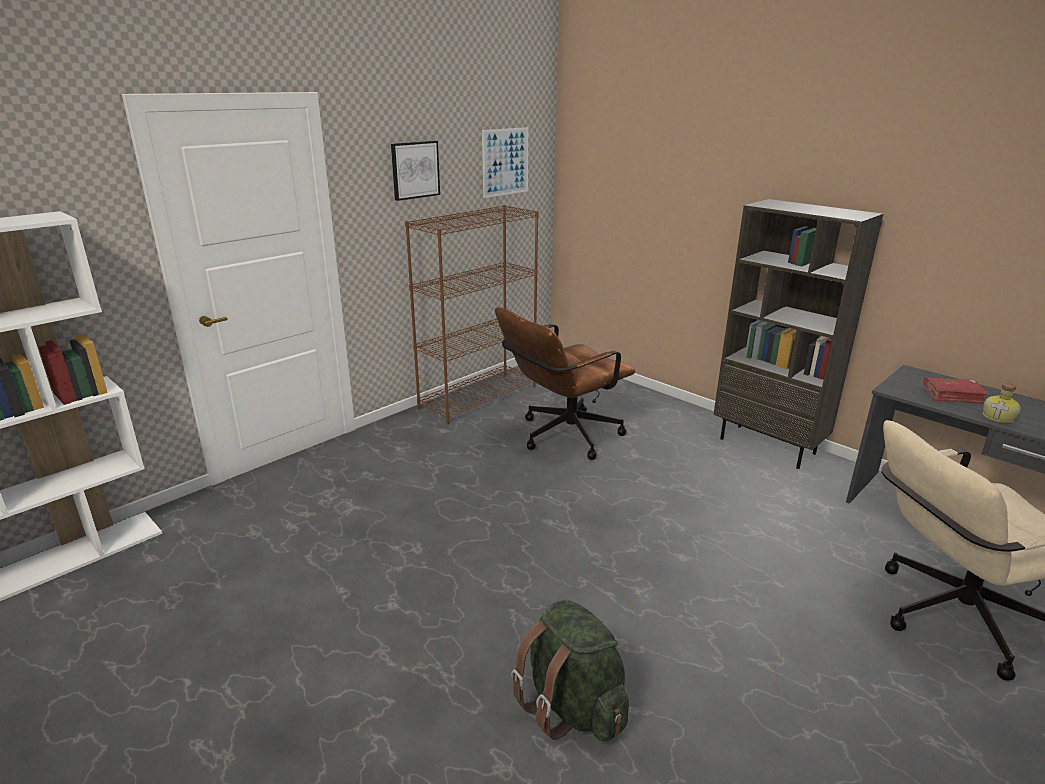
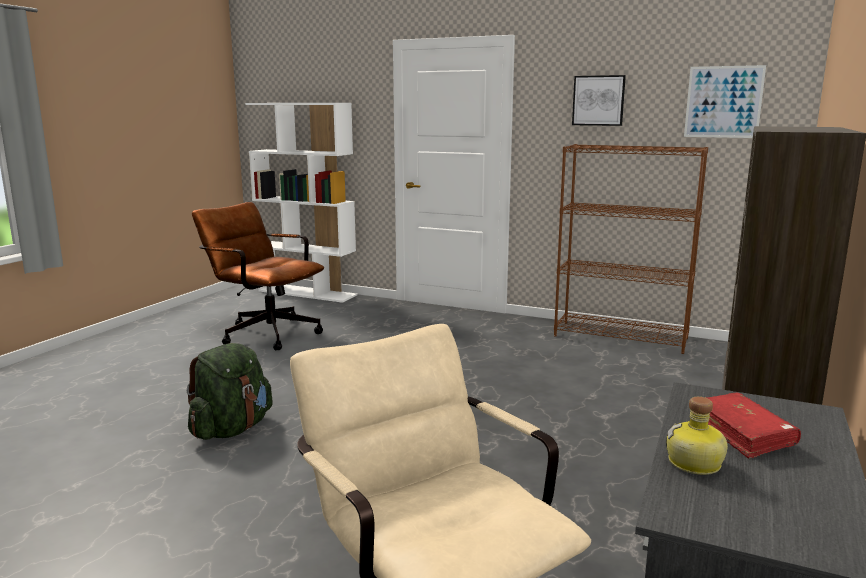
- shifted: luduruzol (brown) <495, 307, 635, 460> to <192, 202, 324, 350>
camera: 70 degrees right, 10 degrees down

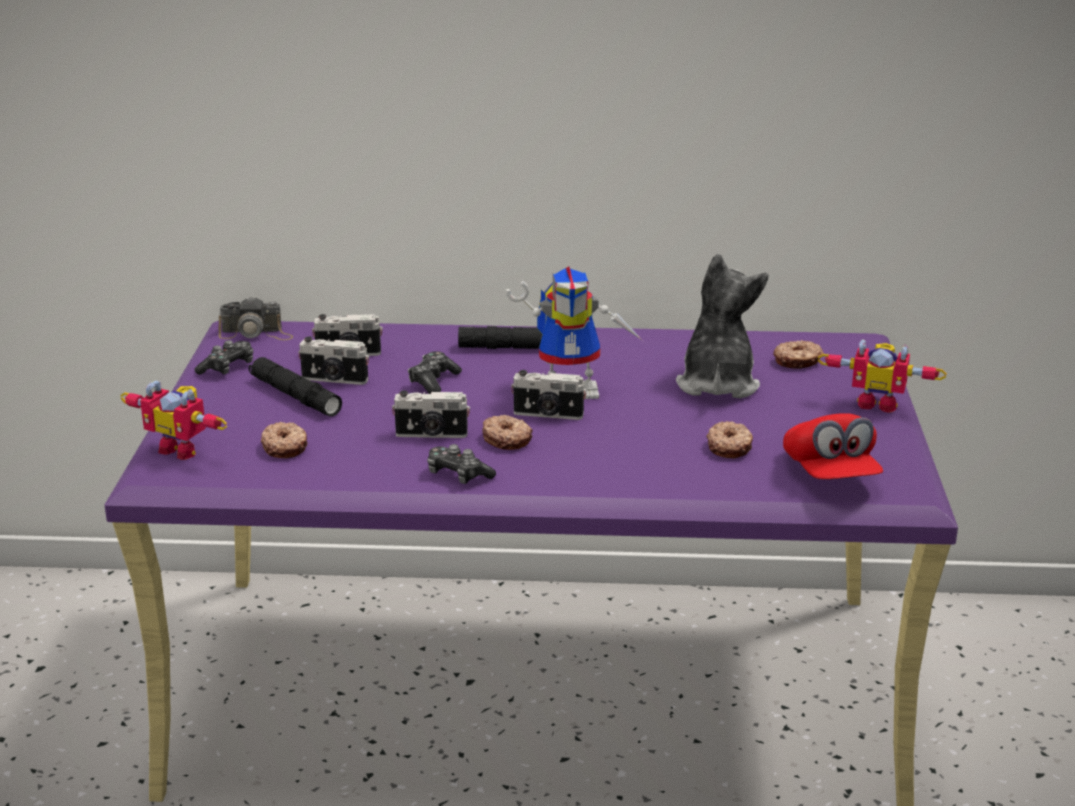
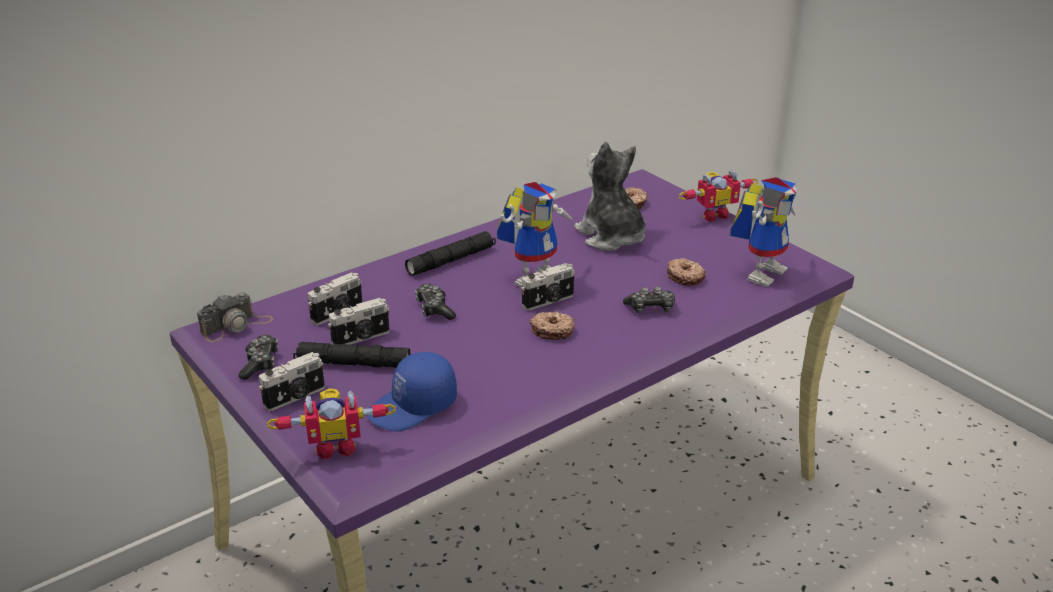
- swapped: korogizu <261, 422, 307, 458> to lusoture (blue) <367, 352, 457, 432>
- shifted: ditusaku <392, 390, 470, 438> to <259, 352, 325, 411>
- shifted: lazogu <427, 444, 496, 484> to <623, 287, 675, 313>
- swapped: lusoture (red) <783, 413, 883, 479> to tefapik <730, 177, 797, 287>
camera: 40 degrees left, 5 degrees up

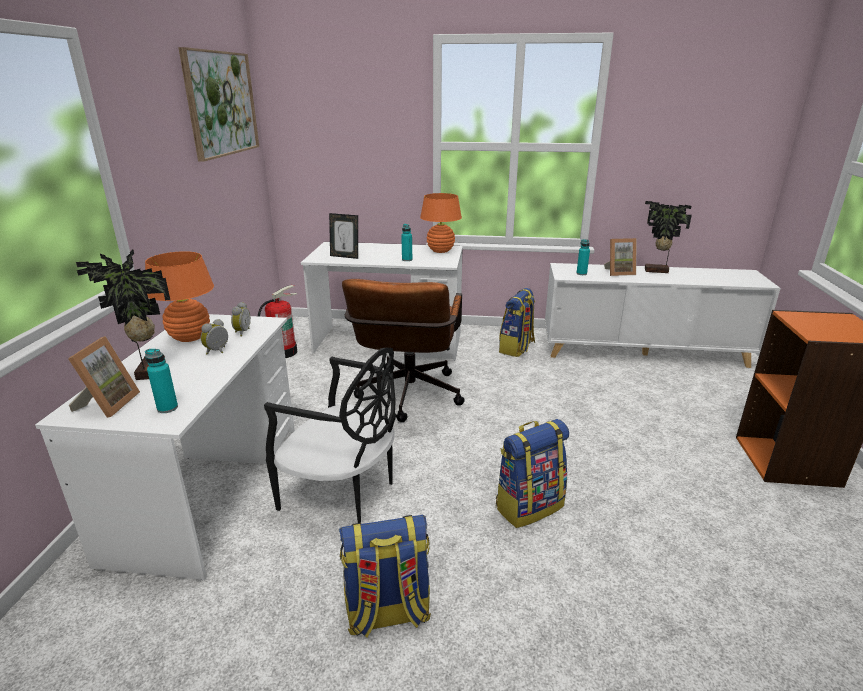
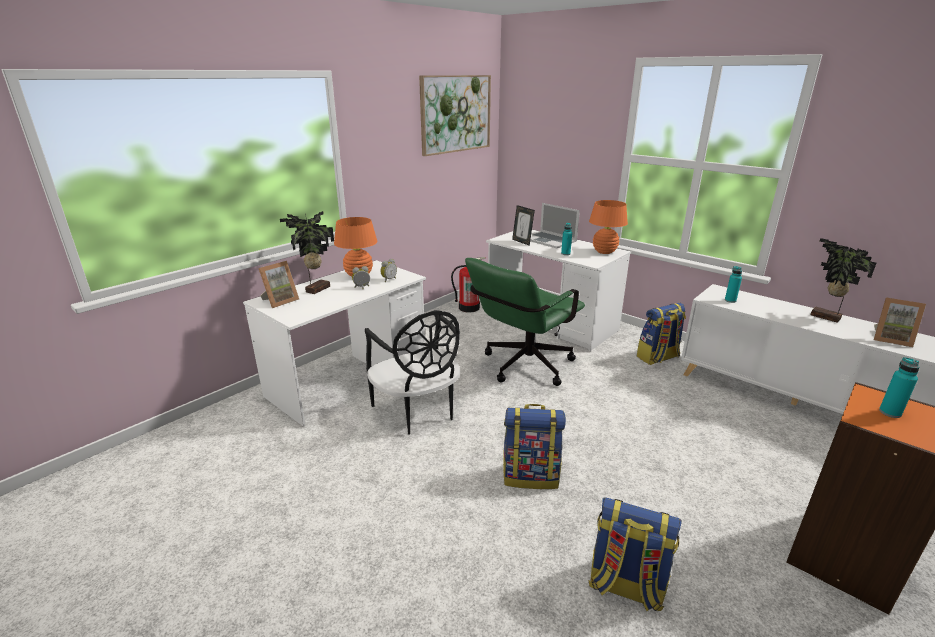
- shifted: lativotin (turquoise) <145, 349, 178, 413> to <879, 357, 919, 418>
- shifted: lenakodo <339, 515, 431, 637> to <589, 497, 682, 611>
- repainted: luduruzol (brown) <342, 279, 465, 422> to luduruzol (green) <465, 258, 585, 386>
- shifted: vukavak <604, 238, 637, 276> to <874, 298, 926, 347>
- new: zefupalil <530, 203, 580, 248>
camera: 35 degrees right, 0 degrees up

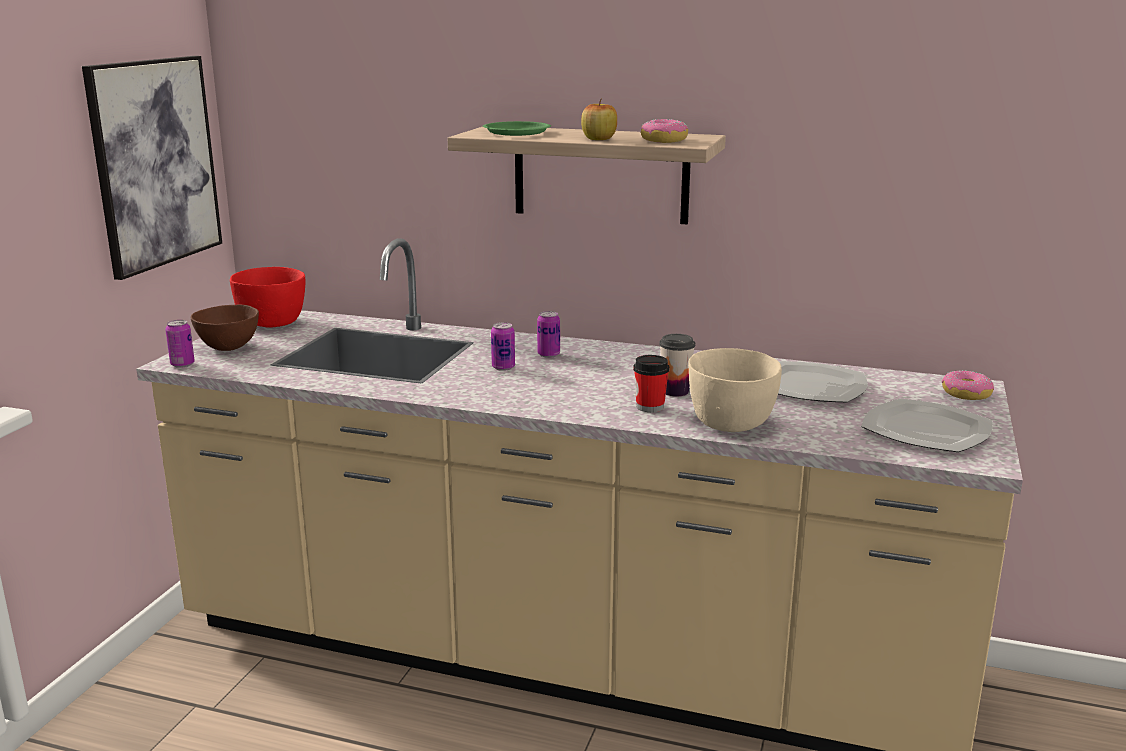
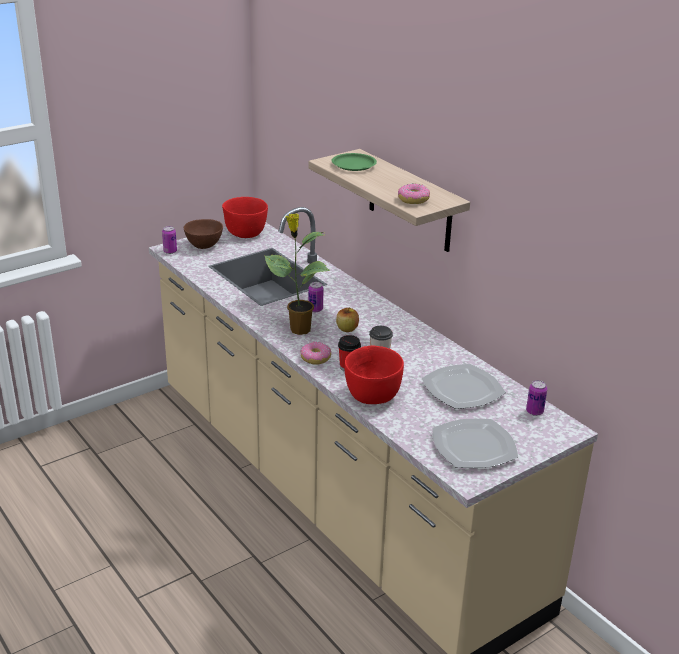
- gone: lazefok <82, 56, 222, 280>
- shifted: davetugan <537, 311, 560, 358> to <526, 380, 547, 416>
- shifted: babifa <581, 99, 617, 140> to <336, 308, 359, 332>
- repainted: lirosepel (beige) <688, 348, 782, 432> to lirosepel (red) <345, 346, 404, 404>
- shifted: korogizu <942, 370, 994, 400> to <301, 341, 331, 365>
- new: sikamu <264, 214, 330, 335>
camera: 35 degrees right, 10 degrees up

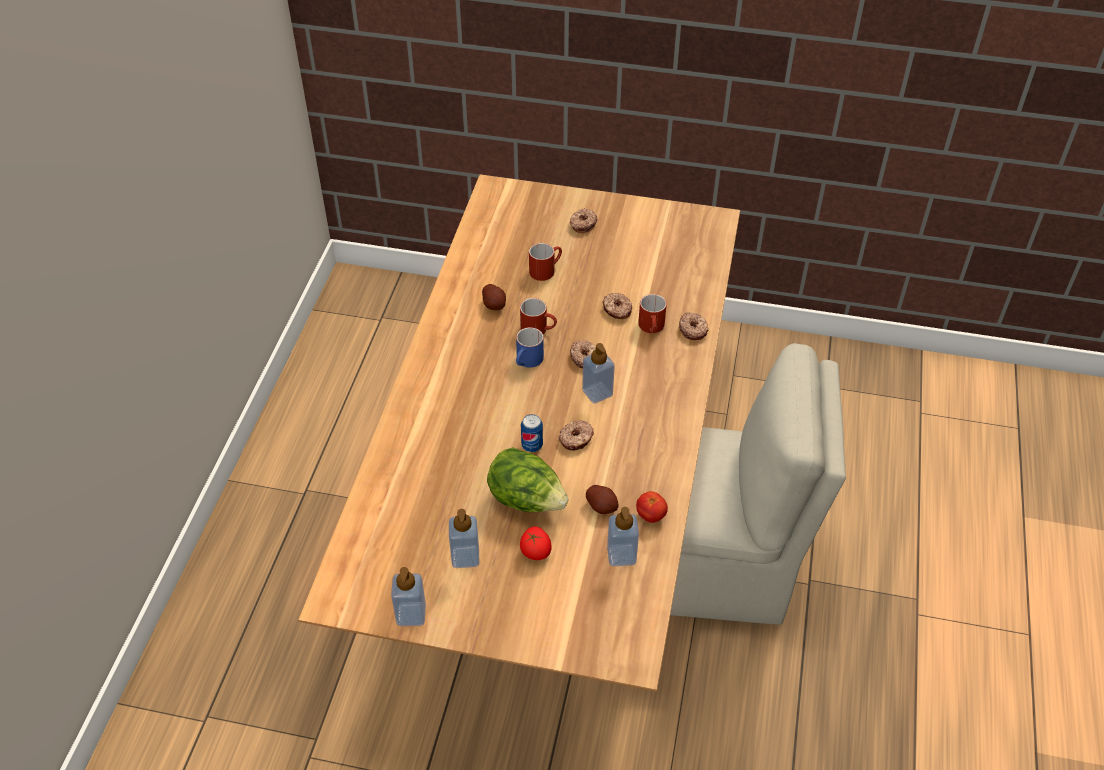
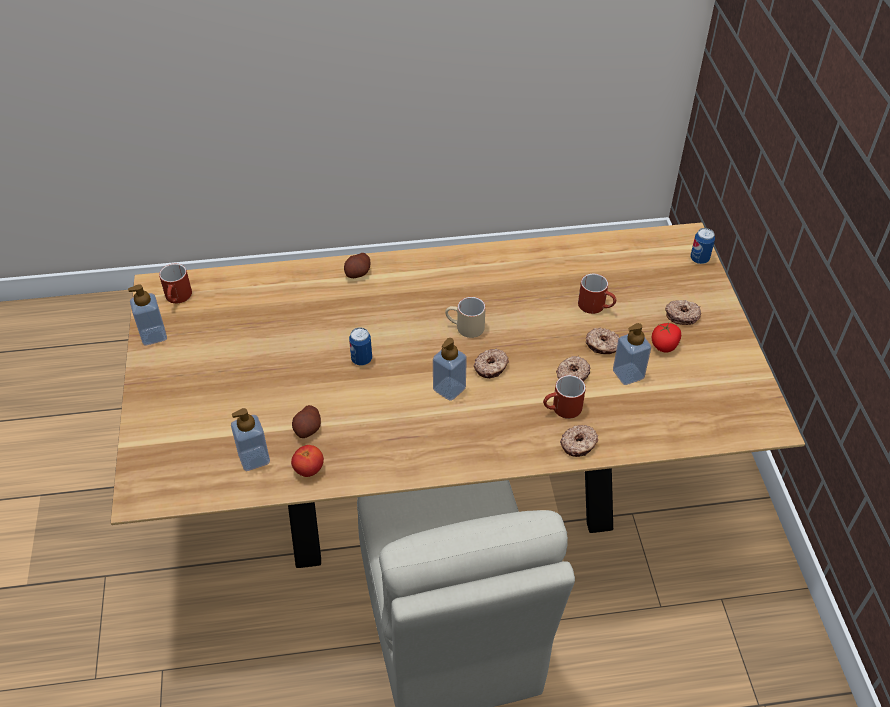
- shifted: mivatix <449, 509, 480, 568> to <613, 323, 651, 385>
- shifted: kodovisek <482, 284, 506, 310> to <344, 253, 370, 278>
- gone: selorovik <487, 447, 569, 512>
- repainted: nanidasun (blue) <516, 327, 544, 368> to nanidasun (beige) <445, 297, 486, 338>
- shifted: nanidasun (red) <520, 298, 557, 334> to <159, 264, 192, 303>
- shifted: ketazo <520, 526, 552, 560> to <652, 323, 681, 352>
- shifted: korogizu <559, 420, 594, 451> to <586, 328, 619, 354>
- new: davetugan <691, 228, 715, 264>
camera: 70 degrees right, 0 degrees up

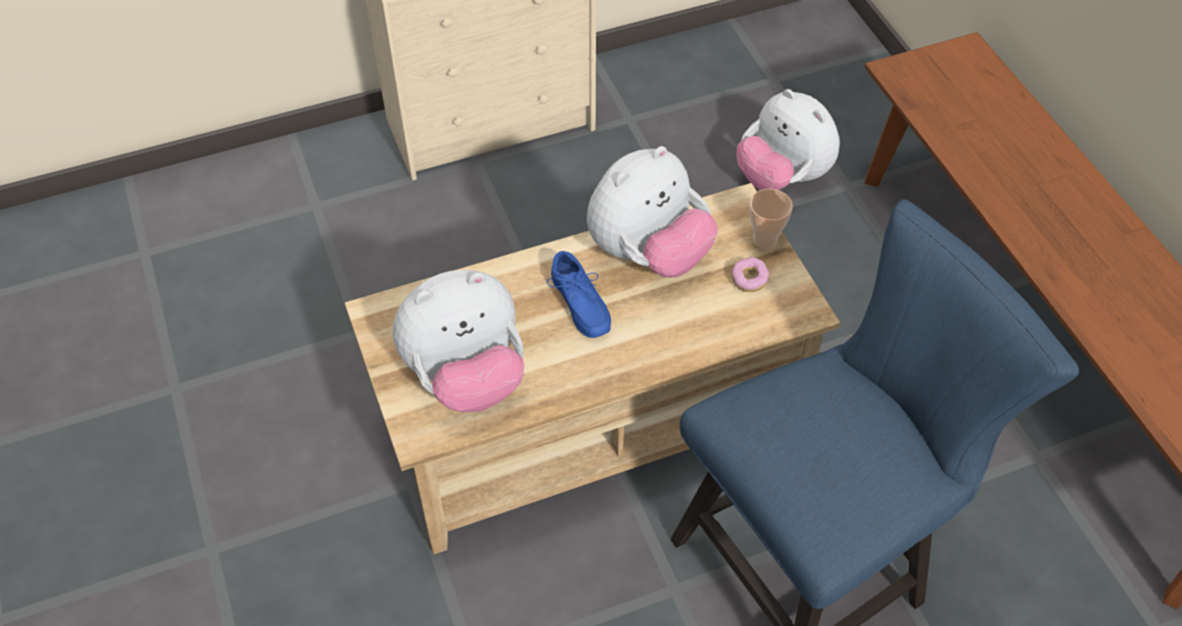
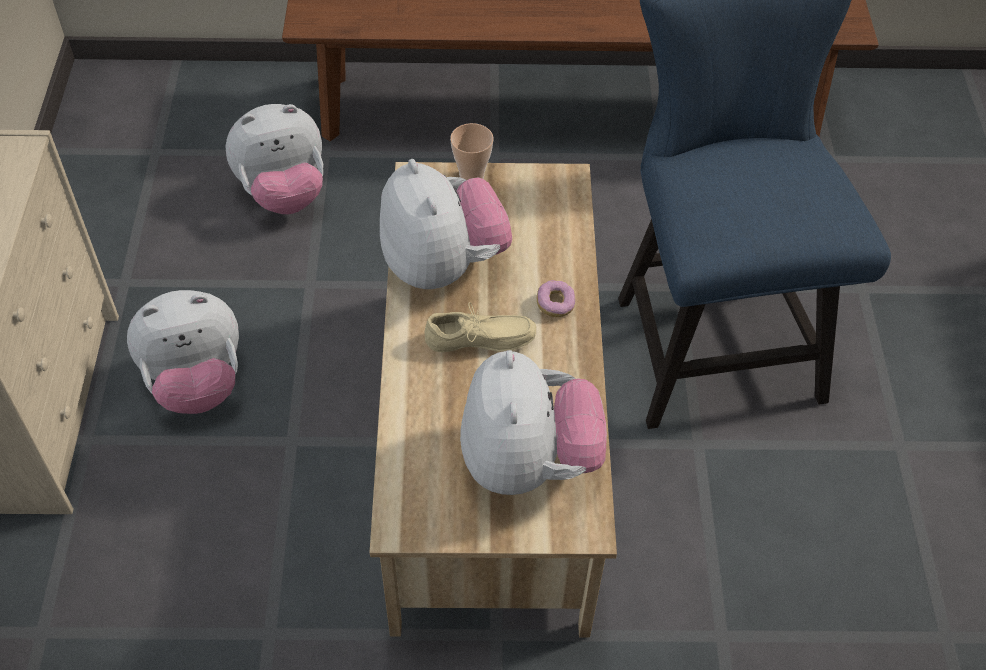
- repainted: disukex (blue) <547, 251, 611, 338> to disukex (beige) <424, 302, 536, 352>
- shifted: korogizu <731, 257, 769, 292> to <536, 280, 576, 317>
- new: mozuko <127, 290, 239, 414>
camera: 70 degrees left, 0 degrees up

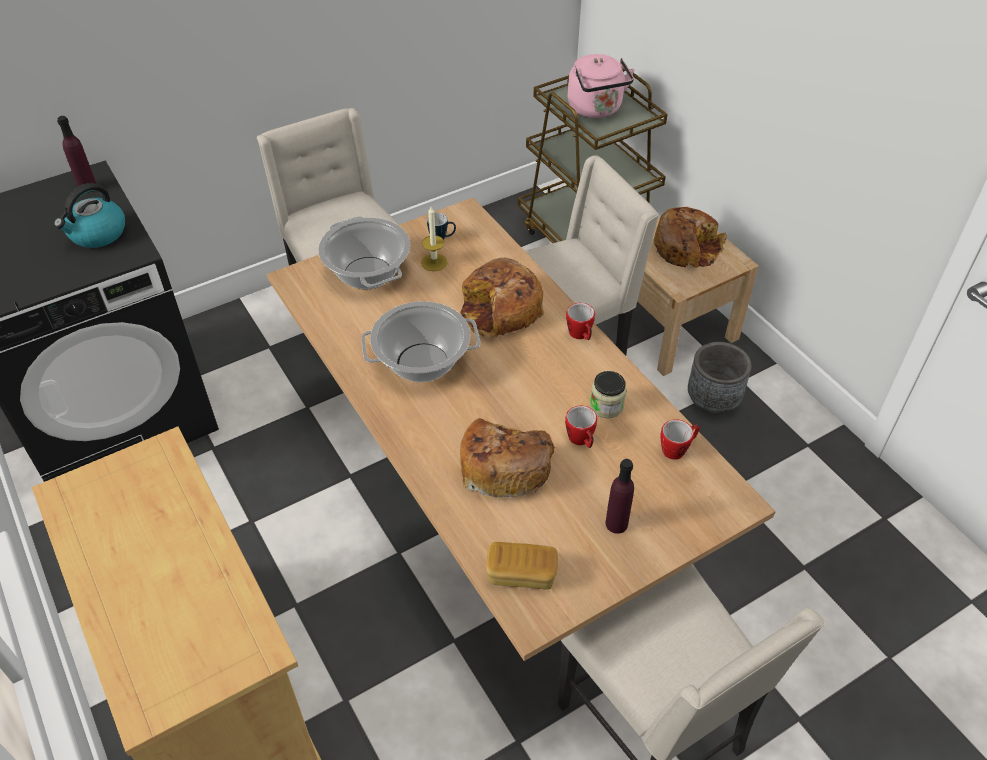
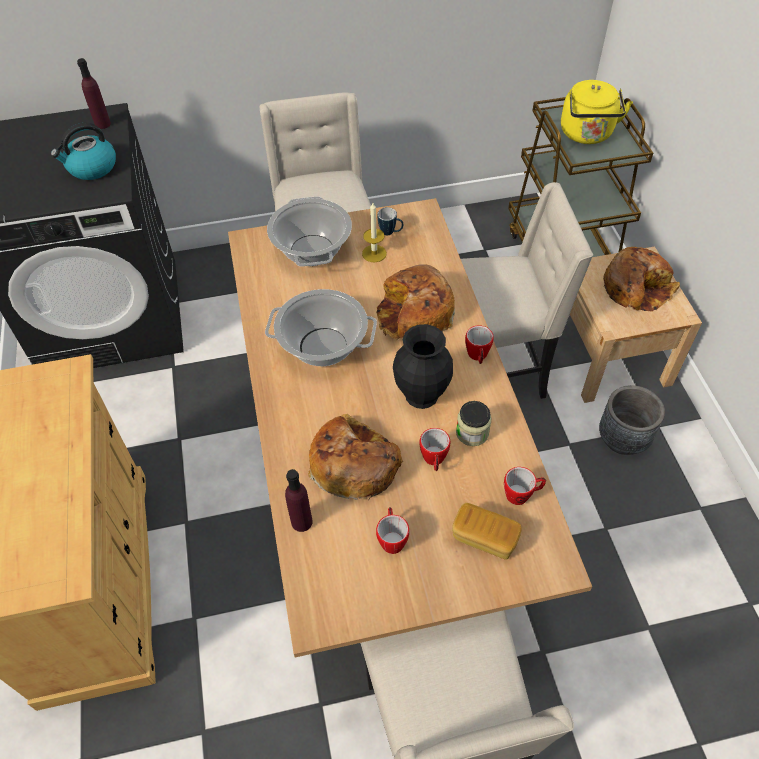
- shifted: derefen <486, 542, 558, 590> to <452, 503, 522, 560>
- repainted: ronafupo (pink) <568, 54, 634, 118> to ronafupo (yellow) <561, 80, 633, 144>
- shifted: lativotin (purple) <605, 459, 634, 534> to <285, 469, 313, 532>
- new: nanidasun <376, 507, 409, 554>
- new: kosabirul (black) <393, 324, 453, 409>
camera: 20 degrees right, 5 degrees up

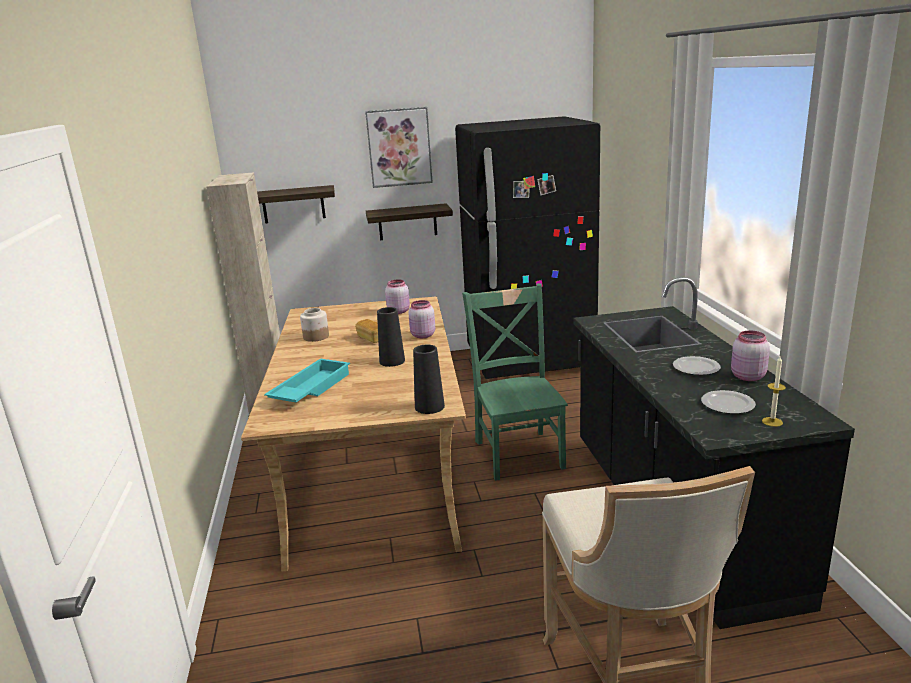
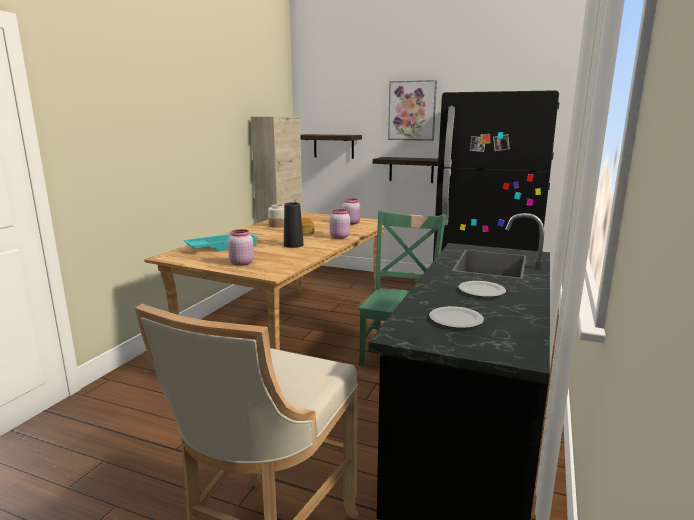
- gone: kosabirul (black) <413, 345, 445, 414>
- shifted: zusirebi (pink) <731, 330, 770, 381> to <228, 229, 254, 266>
- gone: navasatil <762, 356, 786, 427>
camera: 30 degrees right, 5 degrees down

